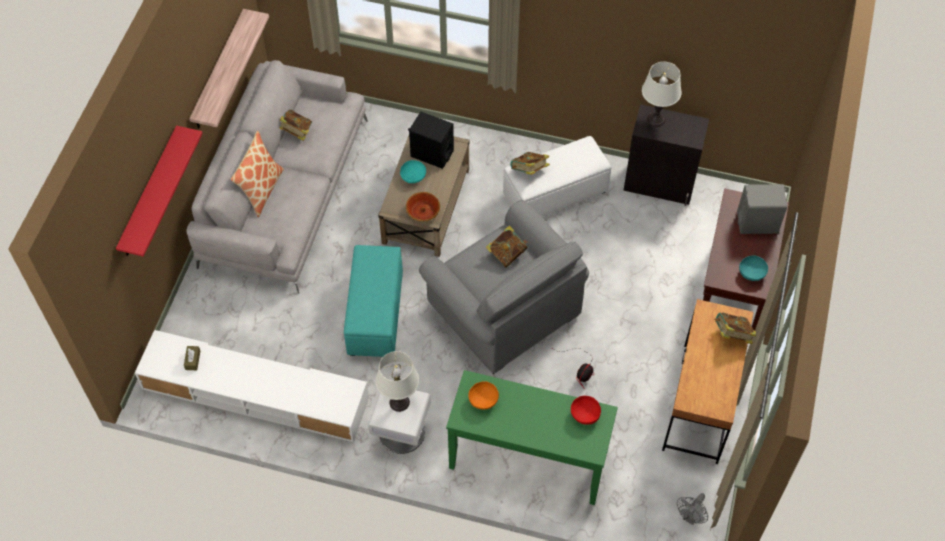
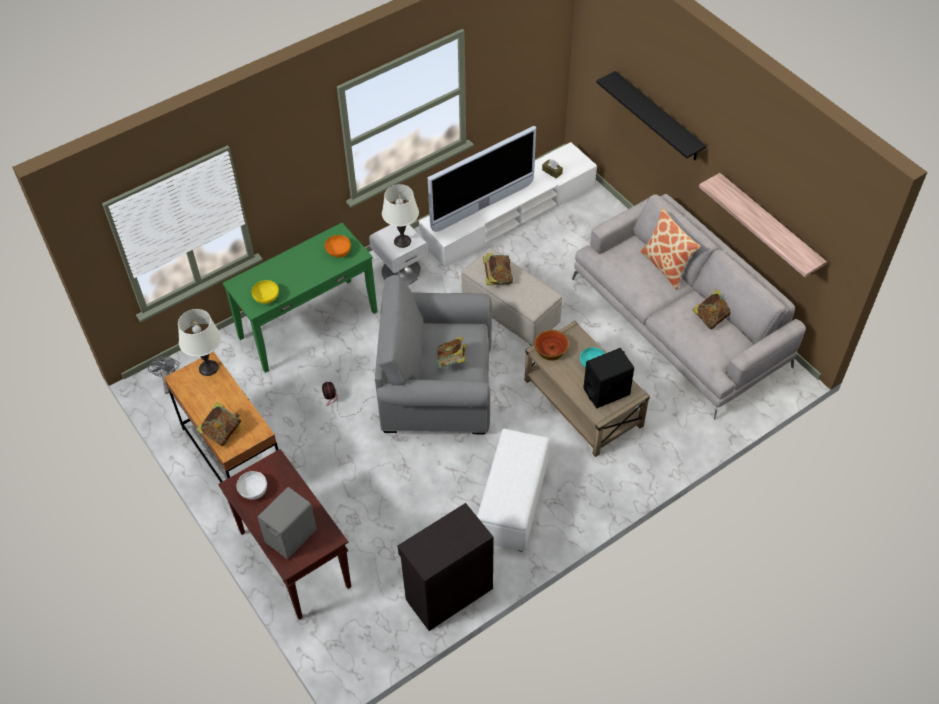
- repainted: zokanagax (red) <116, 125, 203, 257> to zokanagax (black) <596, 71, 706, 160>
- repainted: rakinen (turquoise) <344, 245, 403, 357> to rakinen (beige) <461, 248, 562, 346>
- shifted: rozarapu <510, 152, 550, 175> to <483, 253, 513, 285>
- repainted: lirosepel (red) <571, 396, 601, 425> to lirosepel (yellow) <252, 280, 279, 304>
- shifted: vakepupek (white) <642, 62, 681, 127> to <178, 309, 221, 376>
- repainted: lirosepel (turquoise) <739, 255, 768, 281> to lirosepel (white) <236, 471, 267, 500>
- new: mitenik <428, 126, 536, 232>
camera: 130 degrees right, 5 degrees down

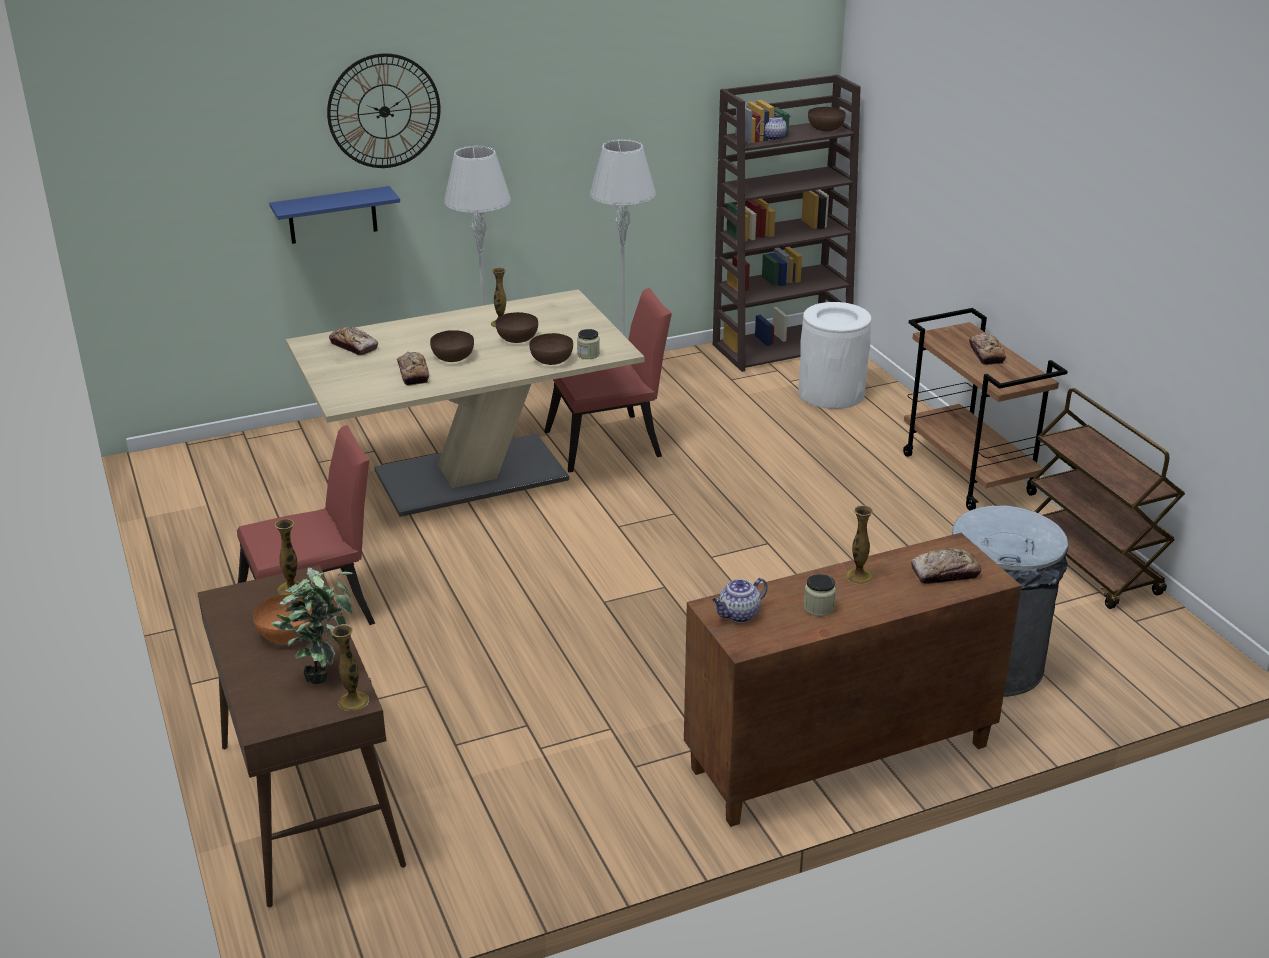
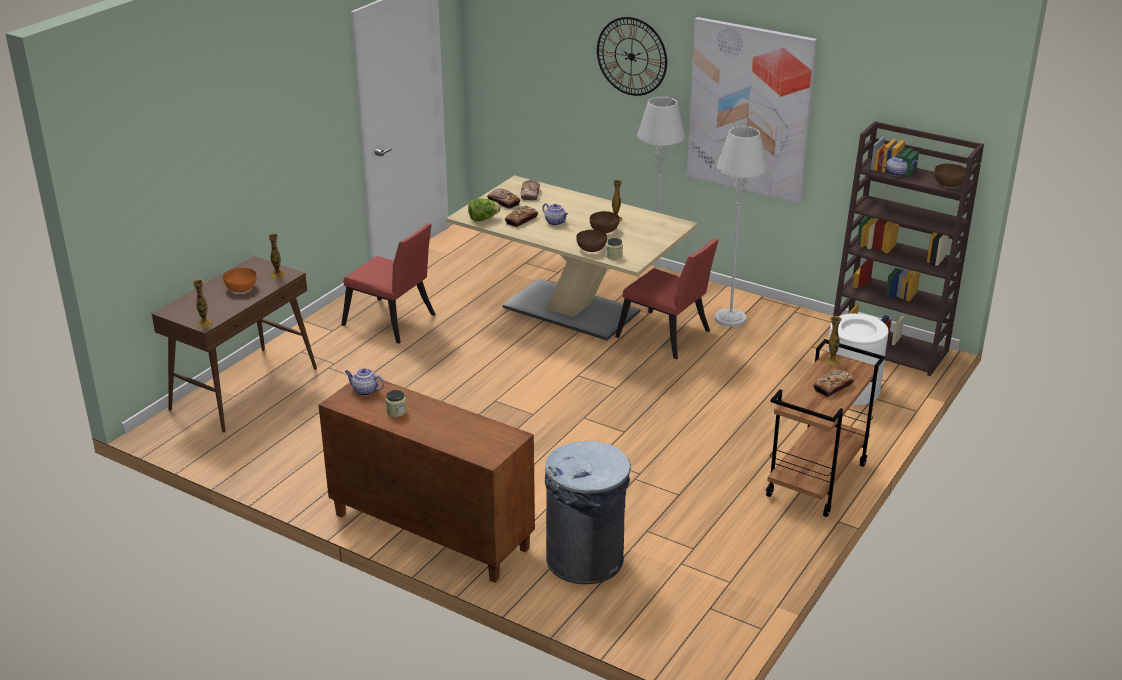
- gone: zokanagax (blue) <269, 186, 400, 244>
- gone: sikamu <271, 567, 352, 684>
- swapped: lirosepel (brown) <430, 330, 474, 362> to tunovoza <542, 203, 568, 225>
- shifted: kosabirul <846, 505, 873, 584> to <824, 316, 842, 365>
- shifted: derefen <911, 549, 981, 584> to <487, 189, 520, 209>
- gone: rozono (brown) <1030, 388, 1185, 609>
- new: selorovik <468, 199, 500, 222>
- new: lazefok <687, 17, 817, 203>
camera: 55 degrees right, 0 degrees up

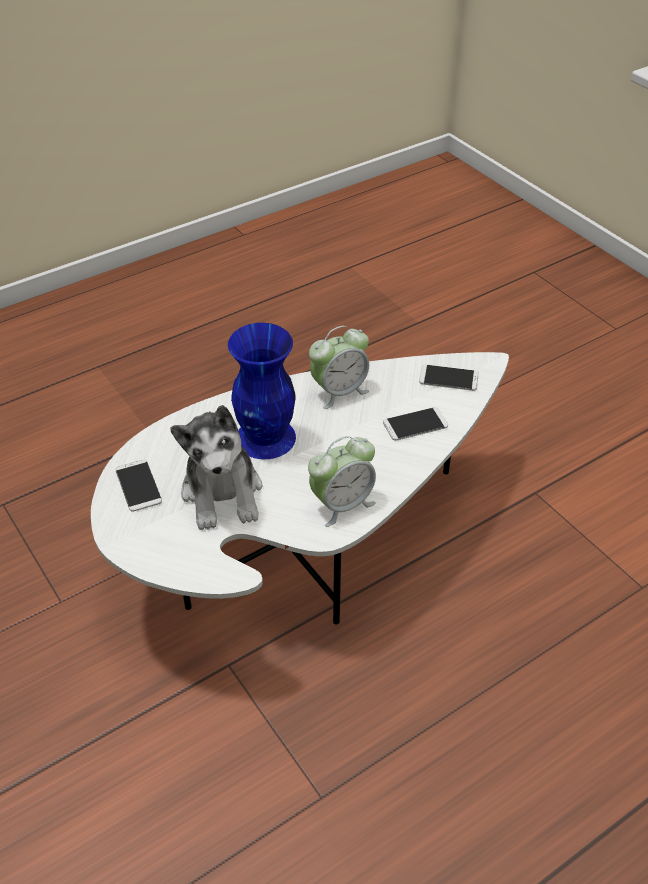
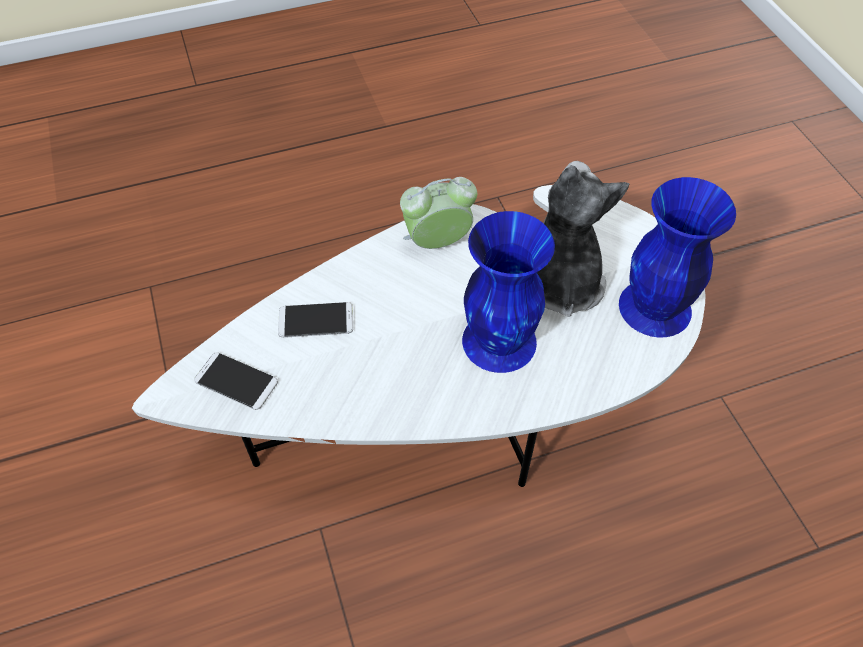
- swapped: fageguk <115, 460, 162, 512> to kosabirul (blue) <619, 177, 736, 337>
- gone: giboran <309, 326, 369, 409>
camera: 165 degrees left, 10 degrees up

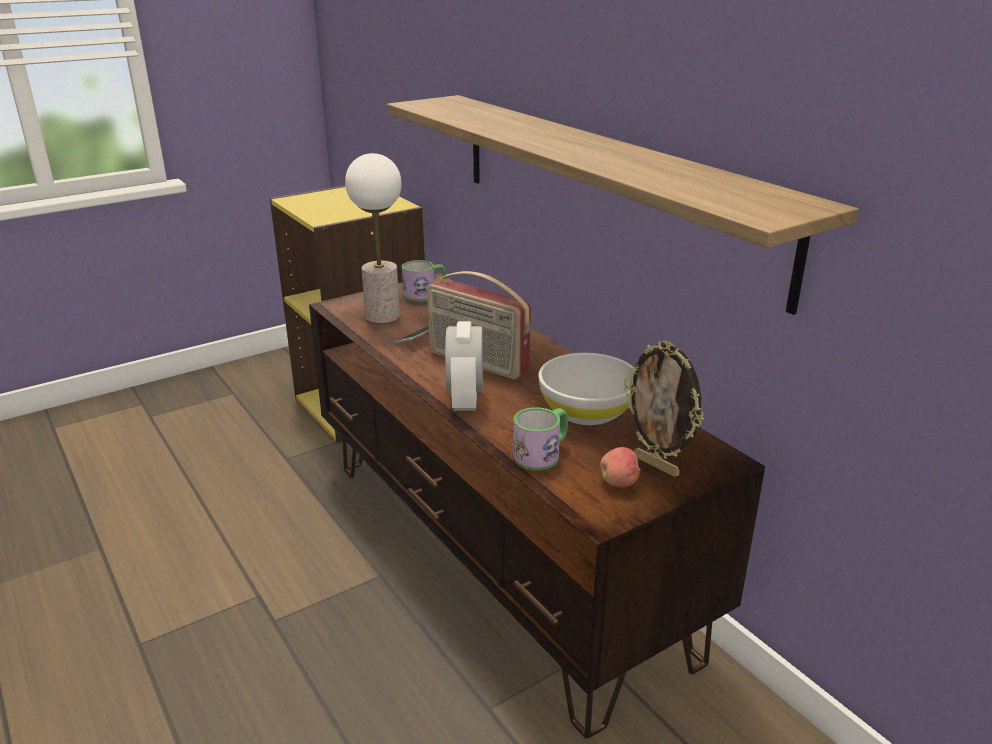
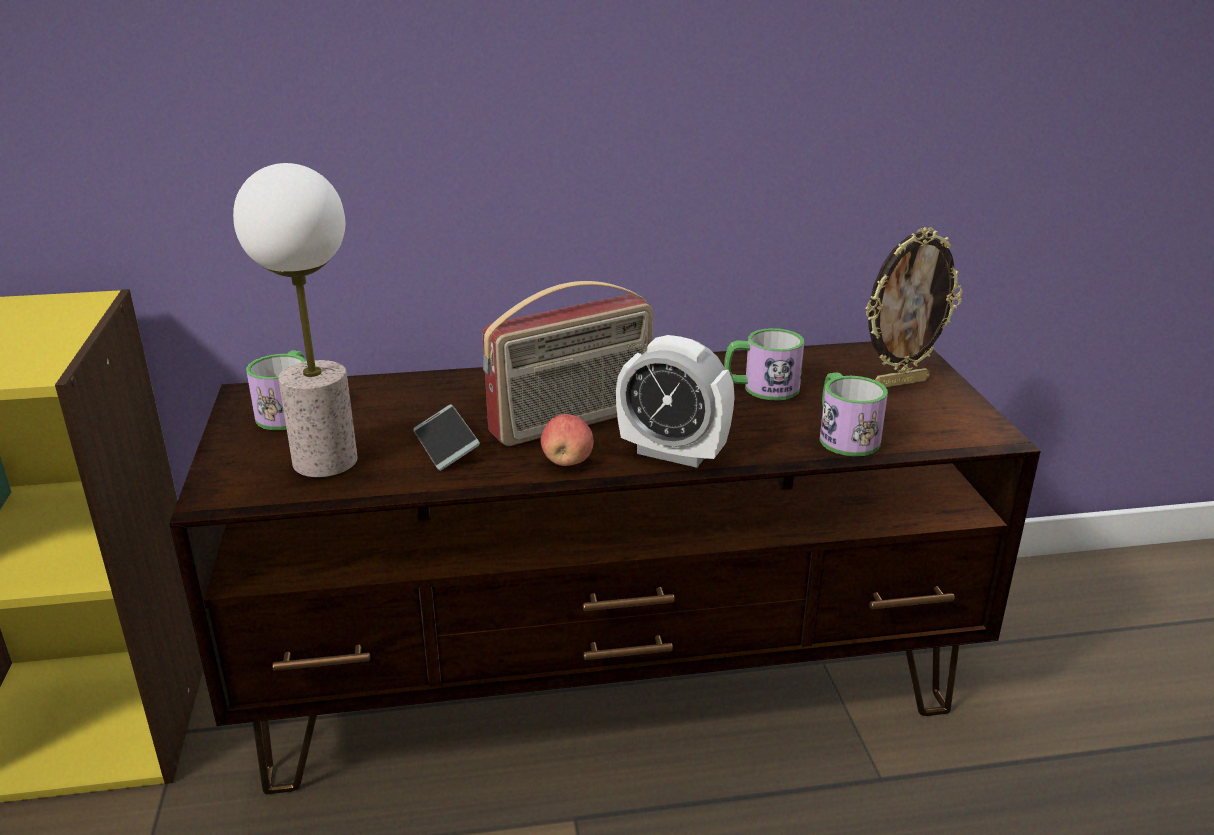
- gone: zokanagax <387, 95, 859, 315>
- swapped: lirosepel (white) <538, 353, 633, 425> to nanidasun <724, 328, 804, 400>
- shifted: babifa <600, 447, 640, 488> to <541, 414, 593, 466>
camera: 65 degrees left, 0 degrees up

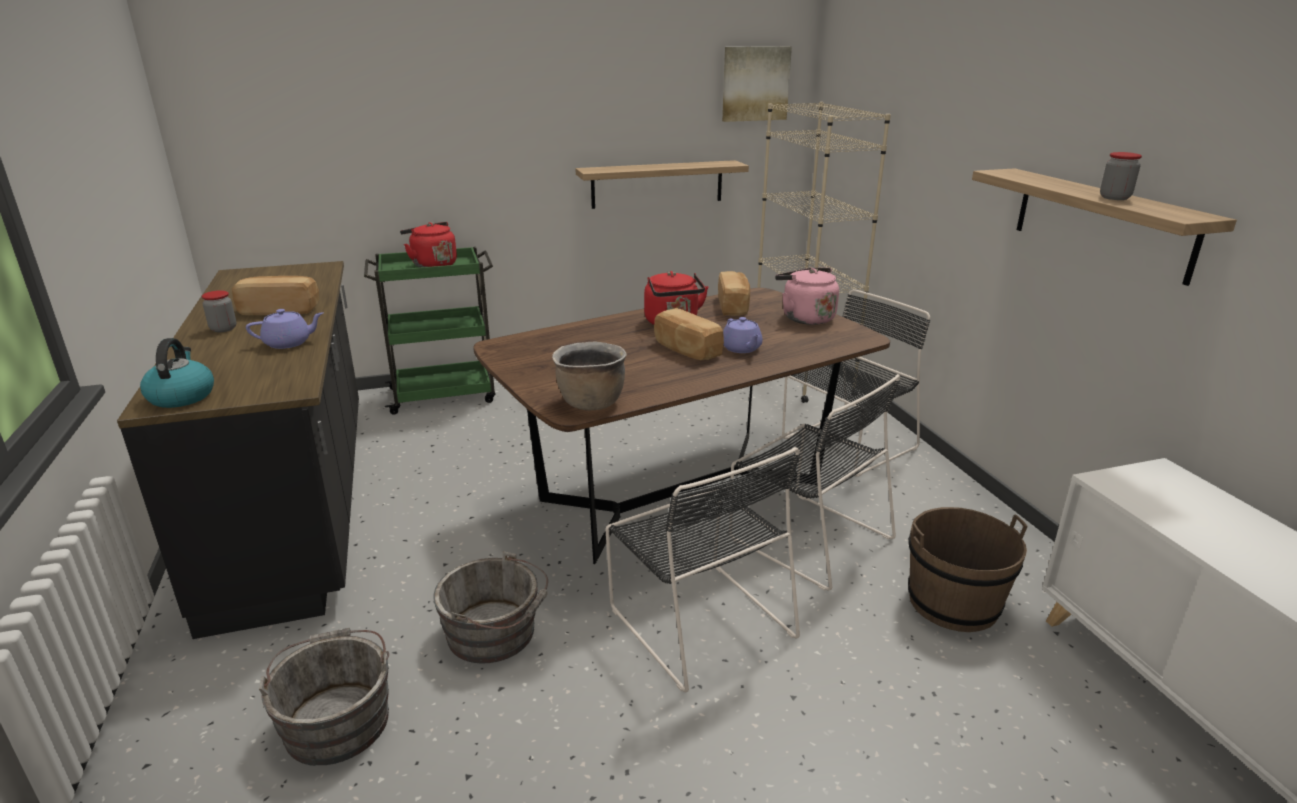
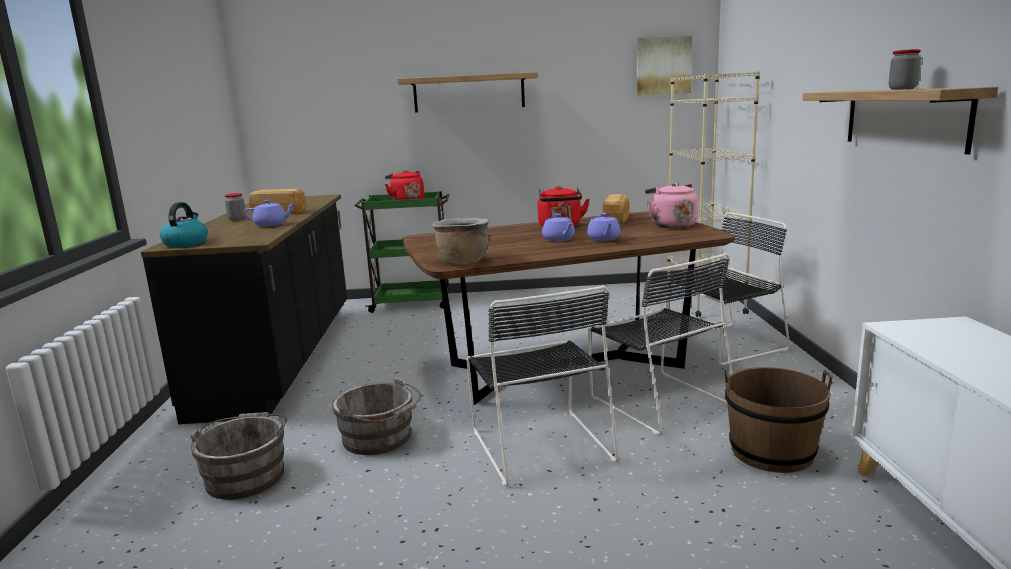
- shifted: zokanagax <575, 160, 749, 209> to <397, 72, 538, 112>
- swapped: derefen <654, 308, 724, 360> to tunovoza (purple) <542, 214, 575, 241>
camera: 15 degrees right, 10 degrees down

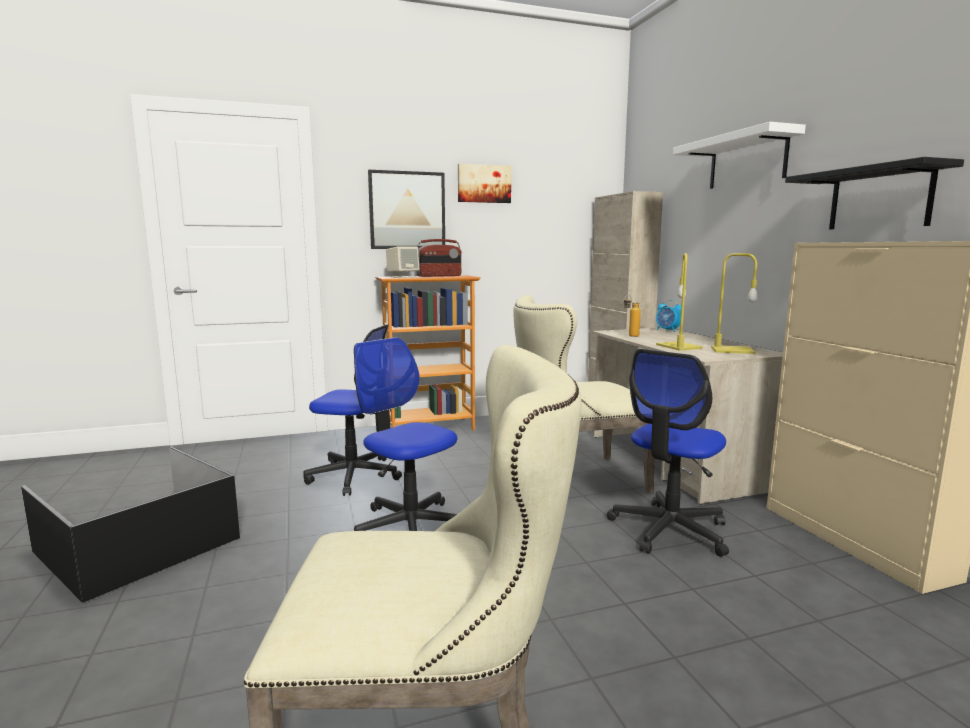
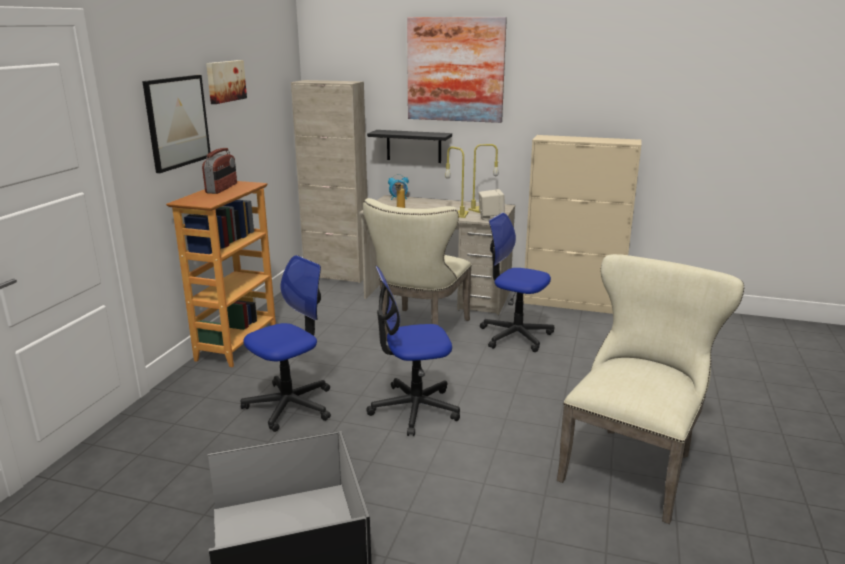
- shifted: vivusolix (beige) <386, 246, 419, 278> to <479, 189, 505, 221>
- rotated: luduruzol <607, 349, 729, 557> = <480, 212, 554, 352> 135 degrees clockwise
- swapped: zokanagax (white) <673, 122, 806, 189> to lazefok <407, 17, 507, 123>
- shifted: zokanagax (black) <785, 157, 964, 229> to <367, 130, 452, 163>
camera: 55 degrees left, 10 degrees up

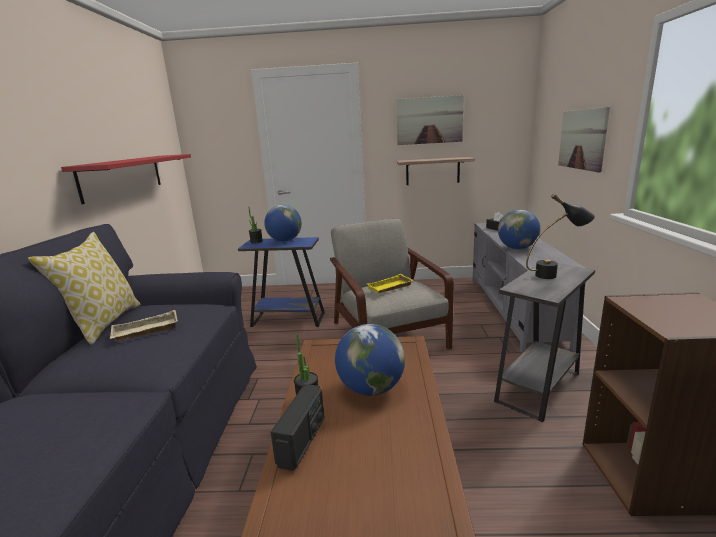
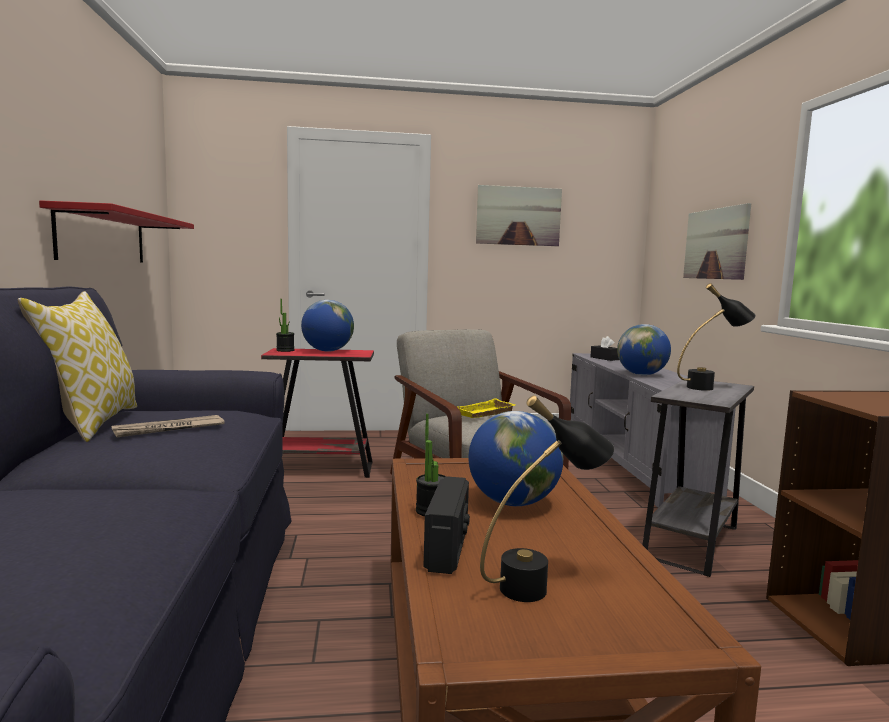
- swapped: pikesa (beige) <110, 310, 178, 341> to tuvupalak <112, 415, 225, 437>
- repainted: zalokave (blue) <238, 237, 325, 327> to zalokave (red) <261, 348, 374, 478>
- gone: zokanagax <397, 157, 475, 185>
- new: vakepupek (black) <480, 395, 614, 602>
camera: 10 degrees left, 10 degrees down

